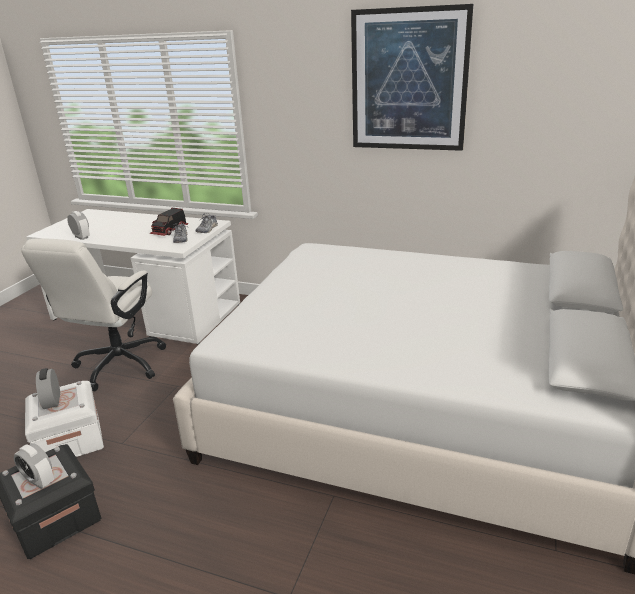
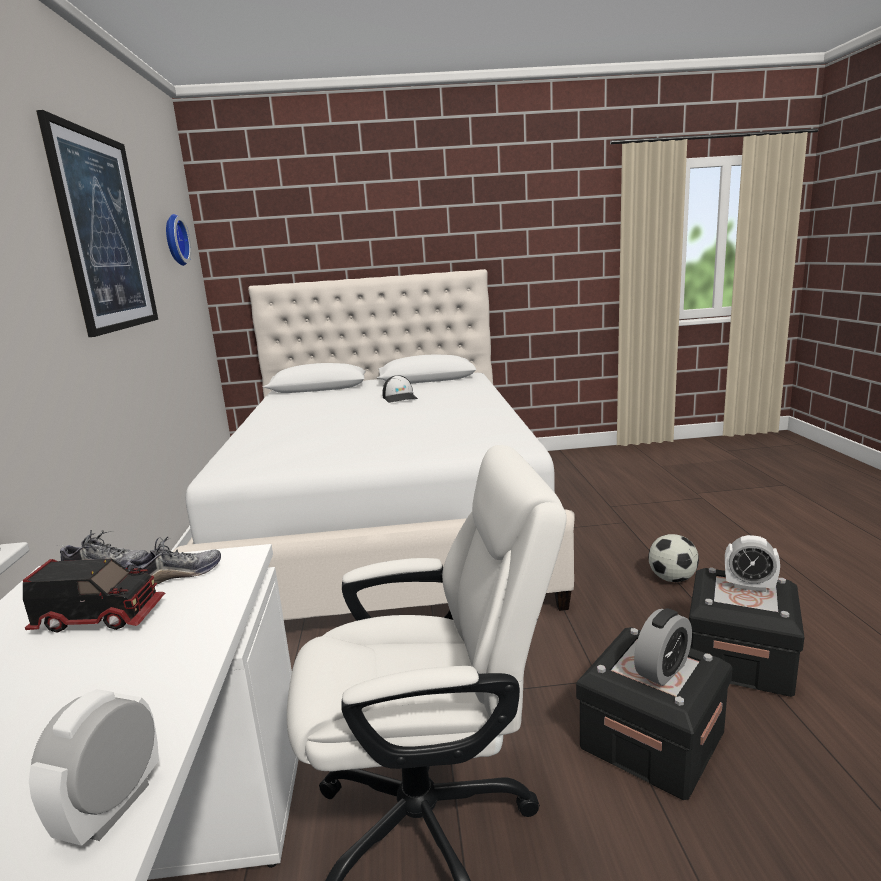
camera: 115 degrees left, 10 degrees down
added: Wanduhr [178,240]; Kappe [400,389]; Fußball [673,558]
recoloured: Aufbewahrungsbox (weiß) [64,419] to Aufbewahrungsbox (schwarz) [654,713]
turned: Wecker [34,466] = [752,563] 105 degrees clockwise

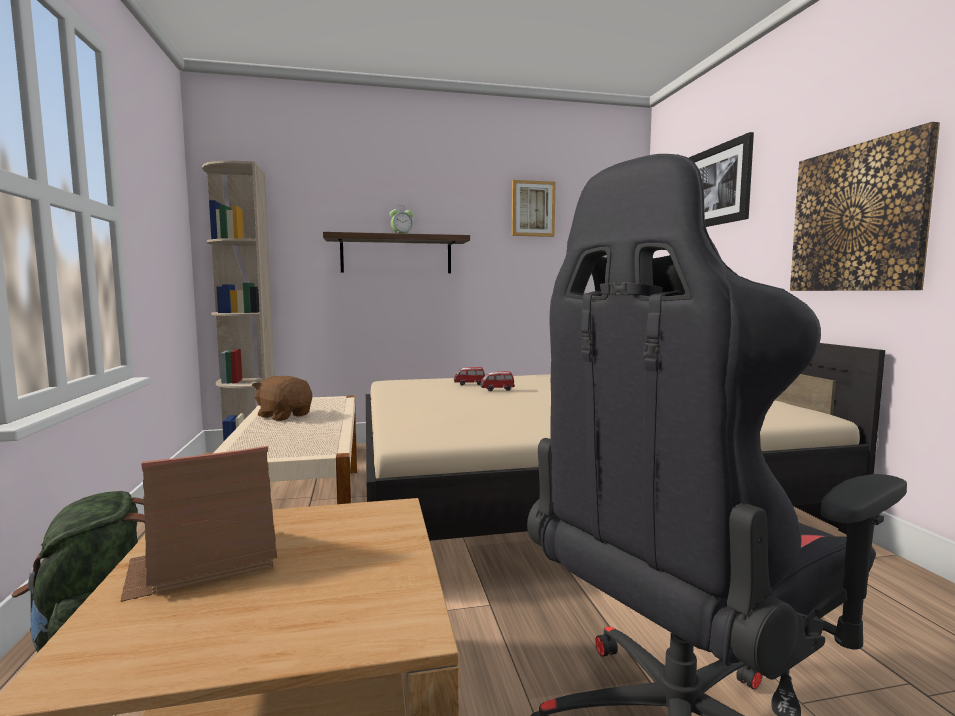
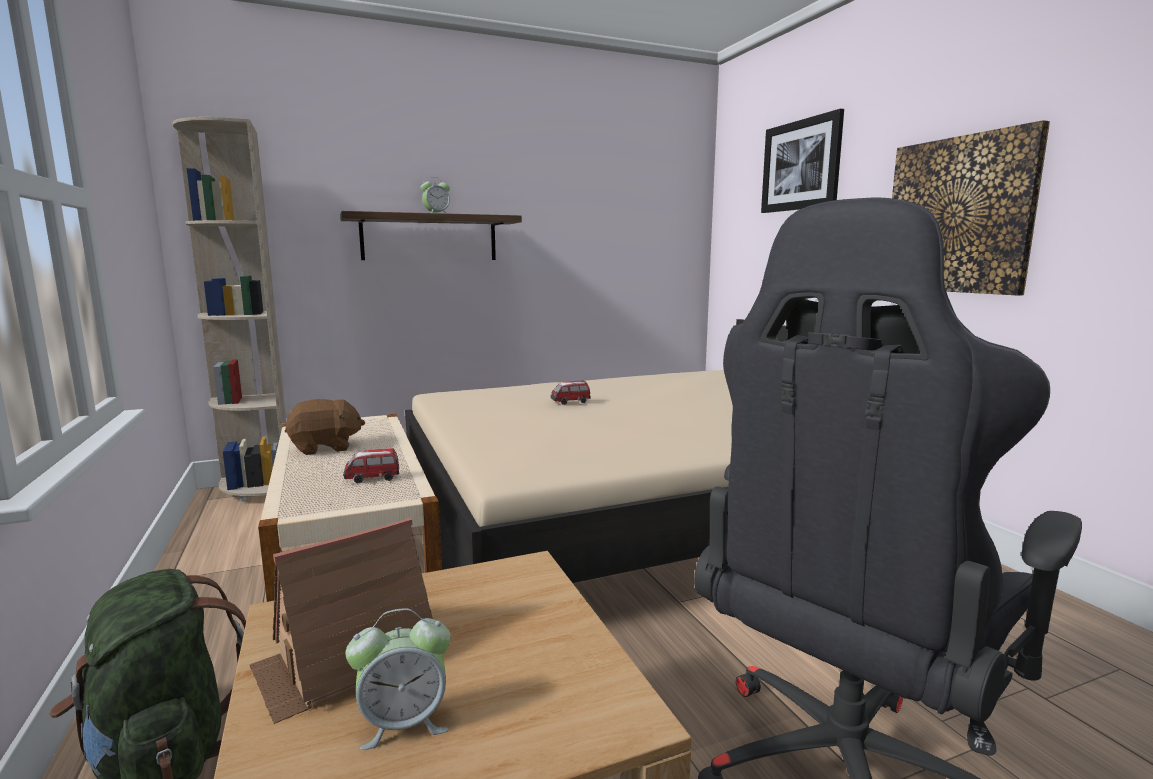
camera: 10 degrees left, 5 degrees up
removed: Bild [534,208]
added: Wecker [398,679]
moved: Spielzeugauto [469,376] to [371,465]
turned: Plüschtier (braun) [282,398] = [325,427] 135 degrees clockwise

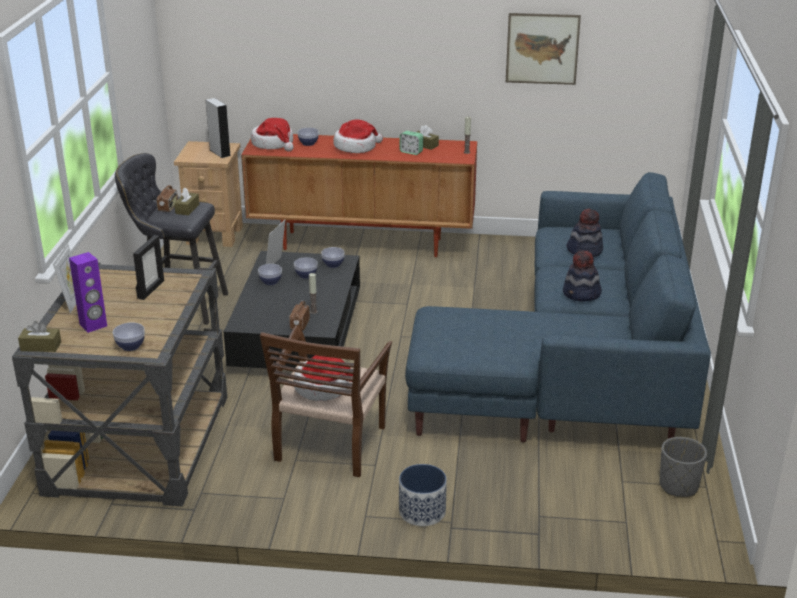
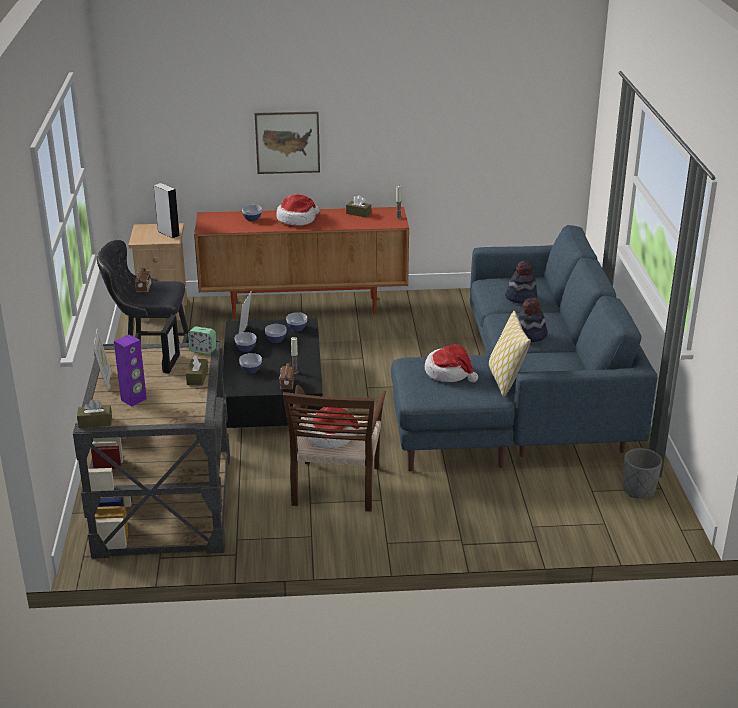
camera: 10 degrees left, 0 degrees up
removed: Pflanzkübel [423,495]
added: Kissen [510,354]
moved: Taschentuchbox (braun) [186,201] to [197,370]; Wecker [411,143] to [202,340]; Schüssel [129,337] to [250,363]; Bild [543,49] to [287,143]; Hut [272,135] to [451,364]

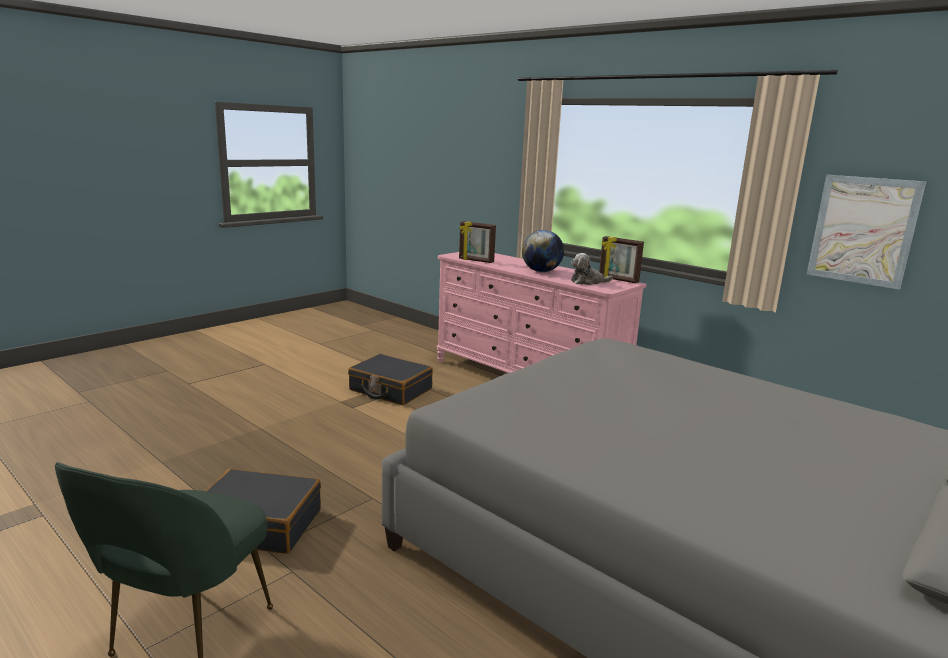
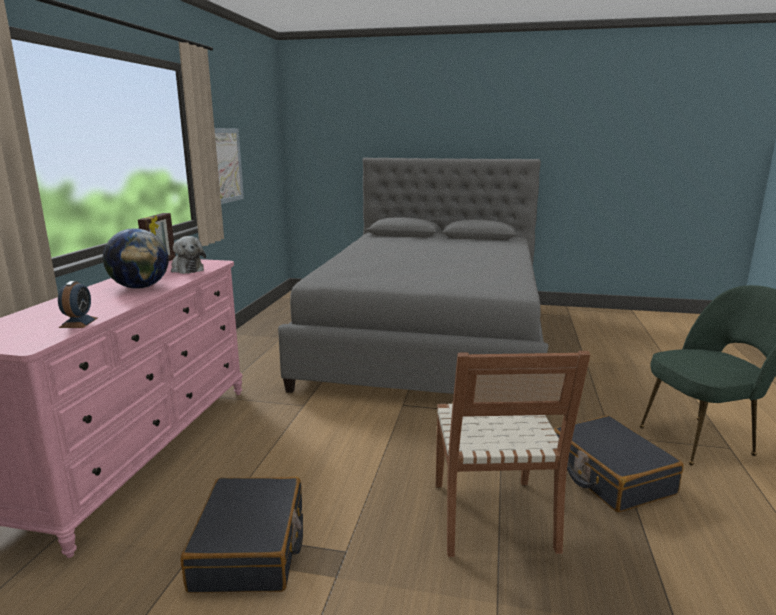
camera: 120 degrees left, 0 degrees up
added: Stuhl [513,454]
replaced: Bilderrahmen [477,242] to Wecker [78,304]

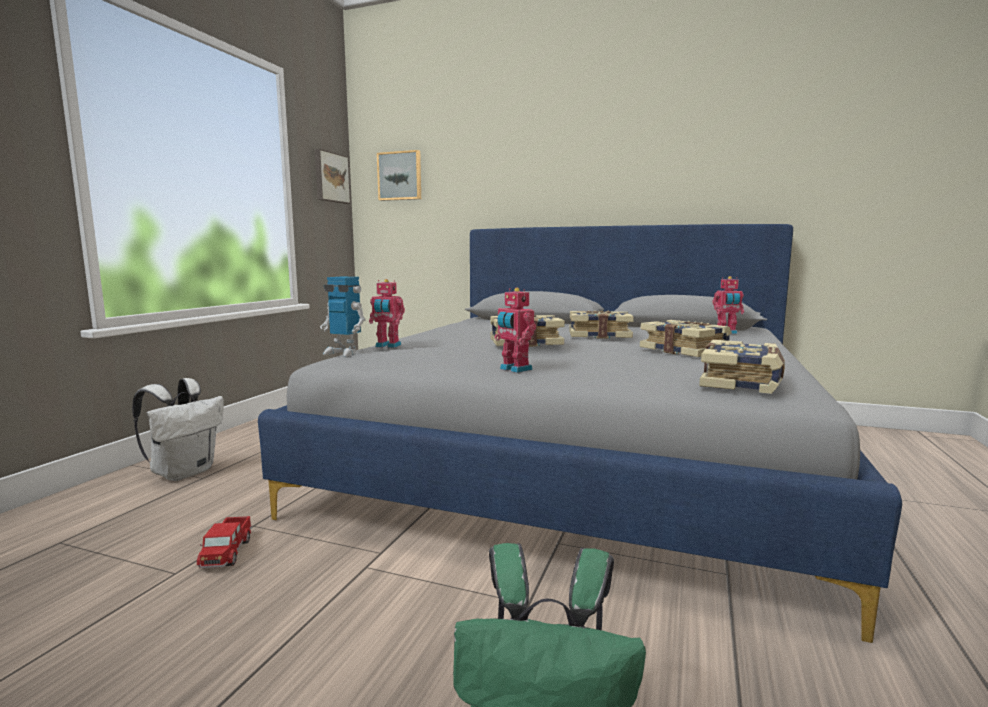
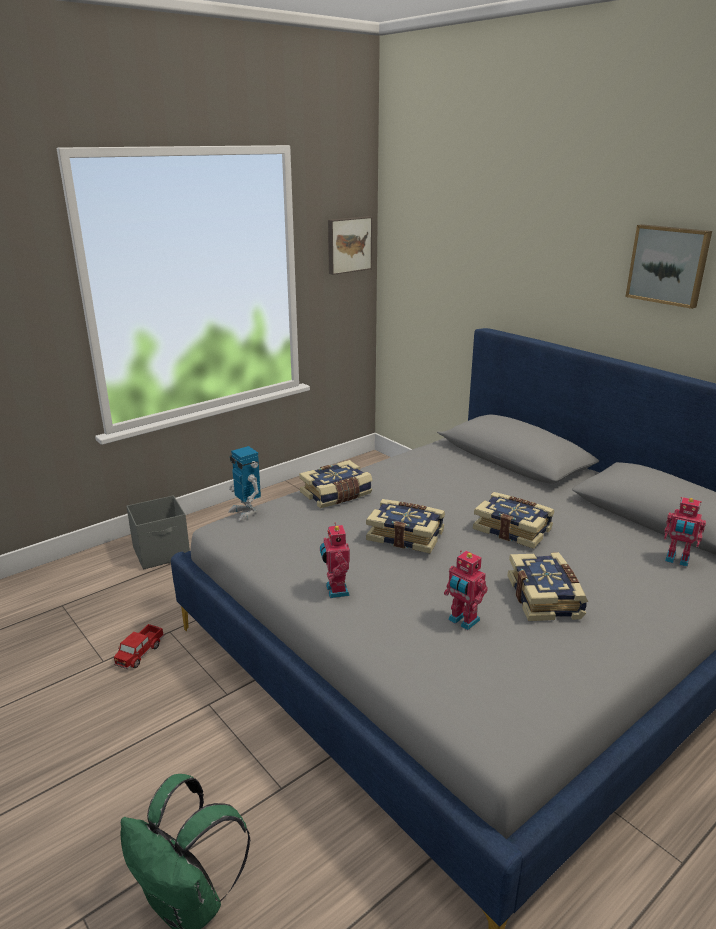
camera: 30 degrees right, 15 degrees up
moved: Buch [742,367] to [335,484]; Spielzeugroboter [387,313] to [466,590]; Bild [399,175] to [668,266]
replaced: Rucksack (weiß) [178,429] to Aufbewahrungsbox (grau) [158,532]

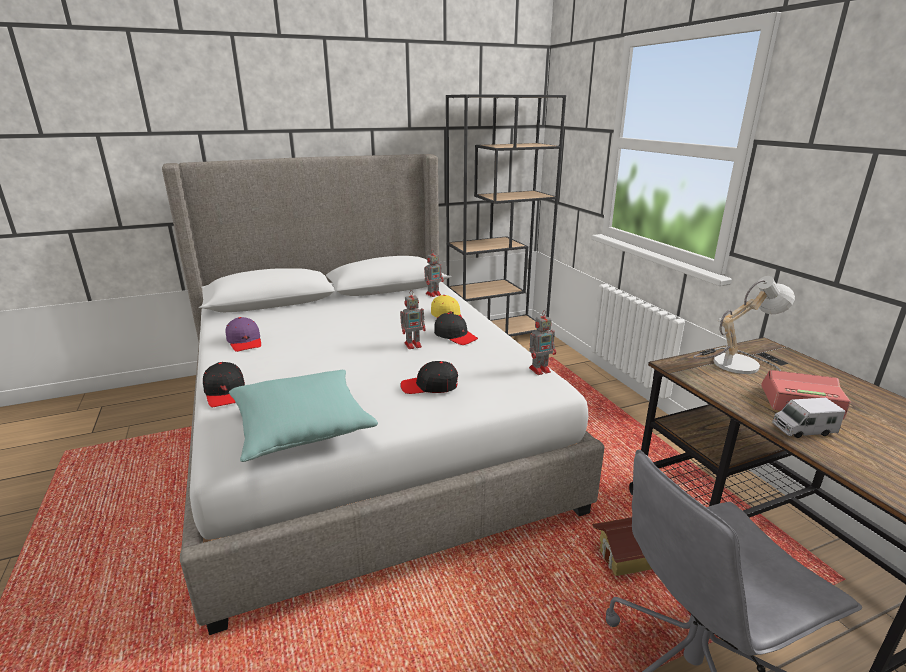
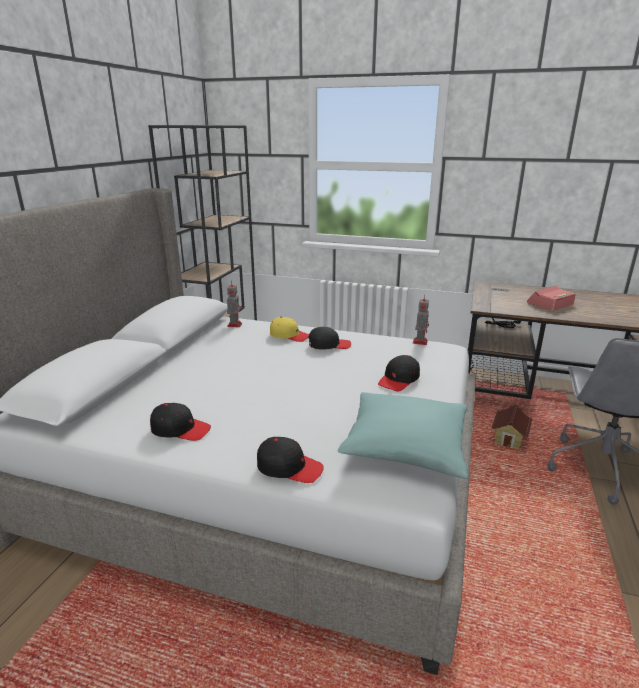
camera: 50 degrees left, 0 degrees up
removed: Spielzeugroboter [413,321]; Tischlampe [744,325]; Spielzeuglaster [808,418]
recoloured: Kappe (lila) [243,334] to Kappe (schwarz) [180,422]

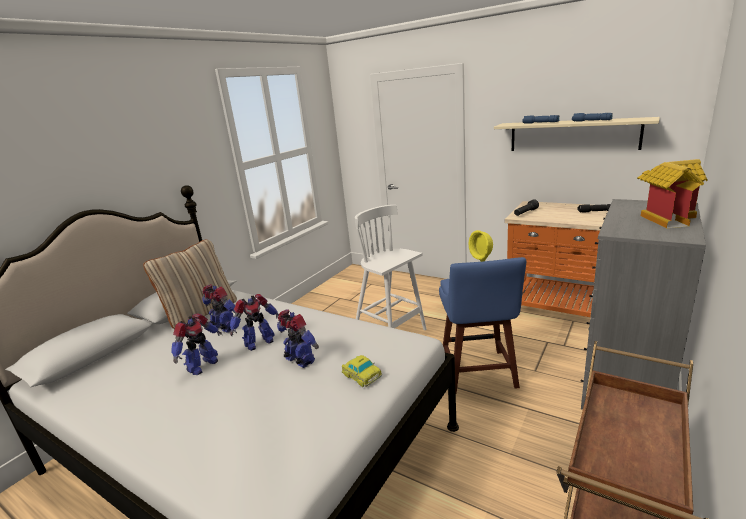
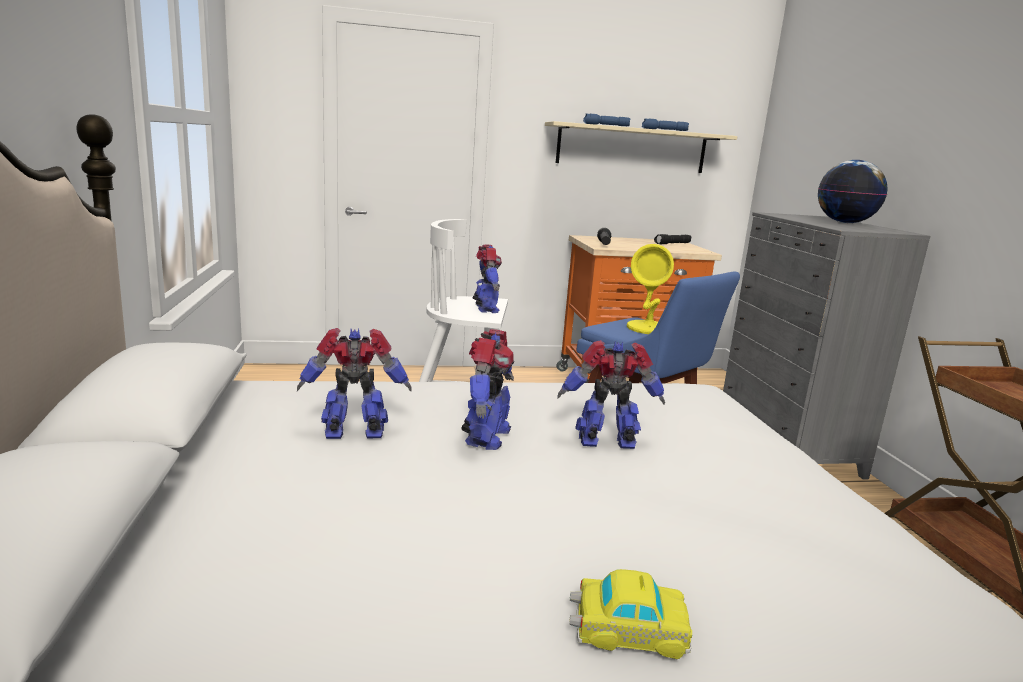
camera: 45 degrees left, 5 degrees down
removed: Kissen (beige) [190,284]
moved: Spielzeugroboter [196,344] to [487,278]; Spielzeugauto [362,371] to [630,614]
replaced: Spielzeughaus [672,193] to Globus [853,191]

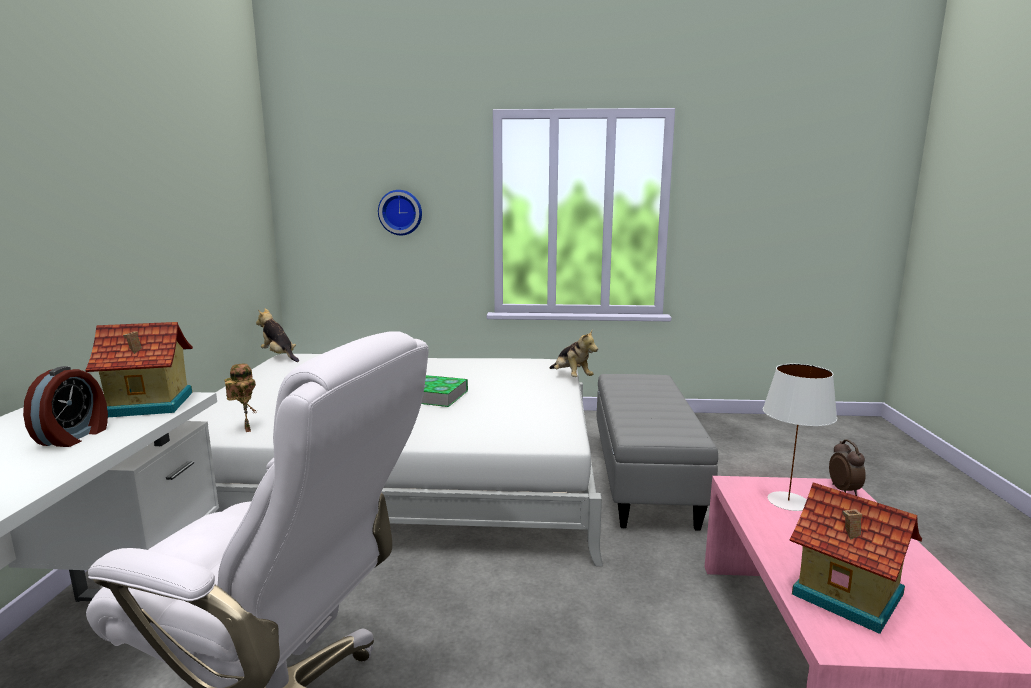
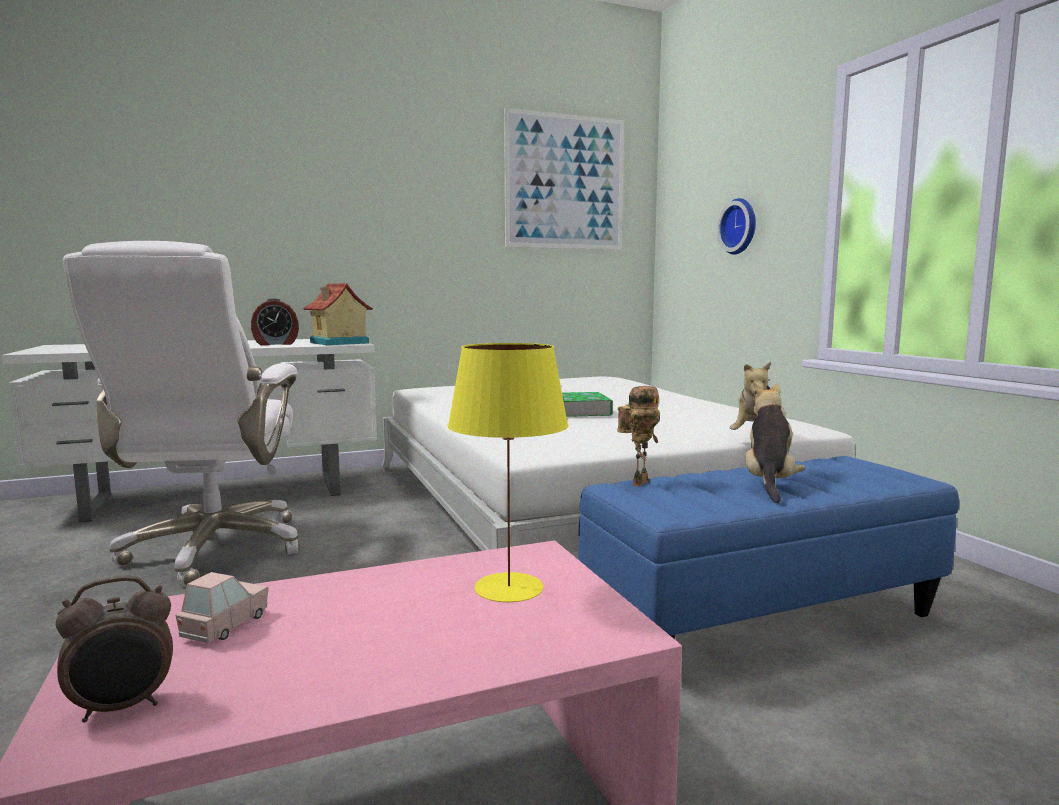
camera: 65 degrees right, 5 degrees down
added: Bild [564,179]
moved: Wecker [847,467] to [114,649]; Spielzeugroboter [240,398] to [638,436]; Plüschtier [277,335] to [775,442]
replaced: Spielzeughaus [856,558] to Spielzeugauto (rosa) [222,607]
recoloured: Tischlampe (weiß) [800,437] to Tischlampe (gelb) [508,472]; Polsterhocker (grau) [657,452] to Polsterhocker (blau) [768,547]

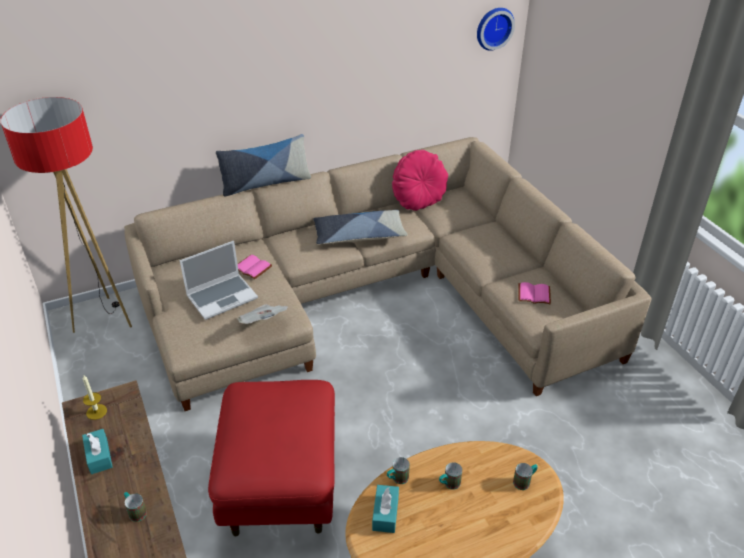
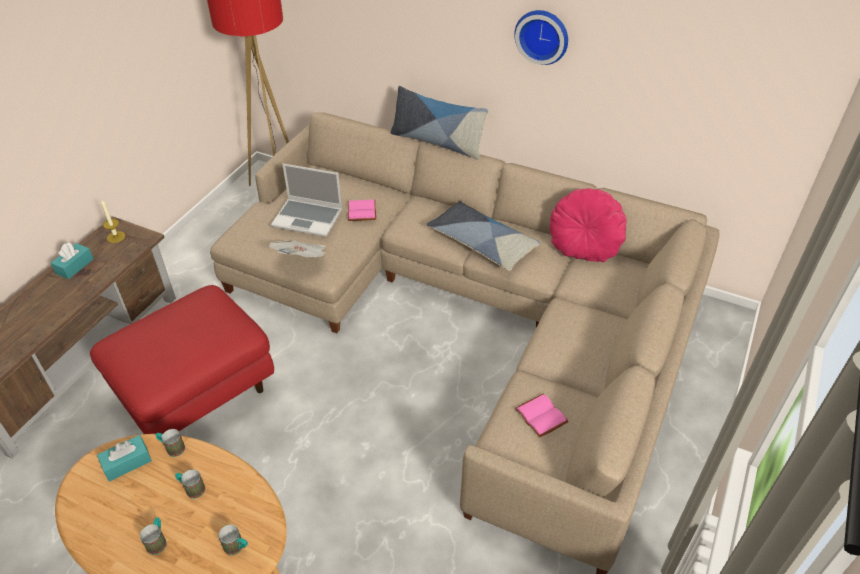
camera: 50 degrees right, 5 degrees up
moved: Henkelbecher [135,507] to [153,536]; Wanduhr [496,29] to [541,37]

